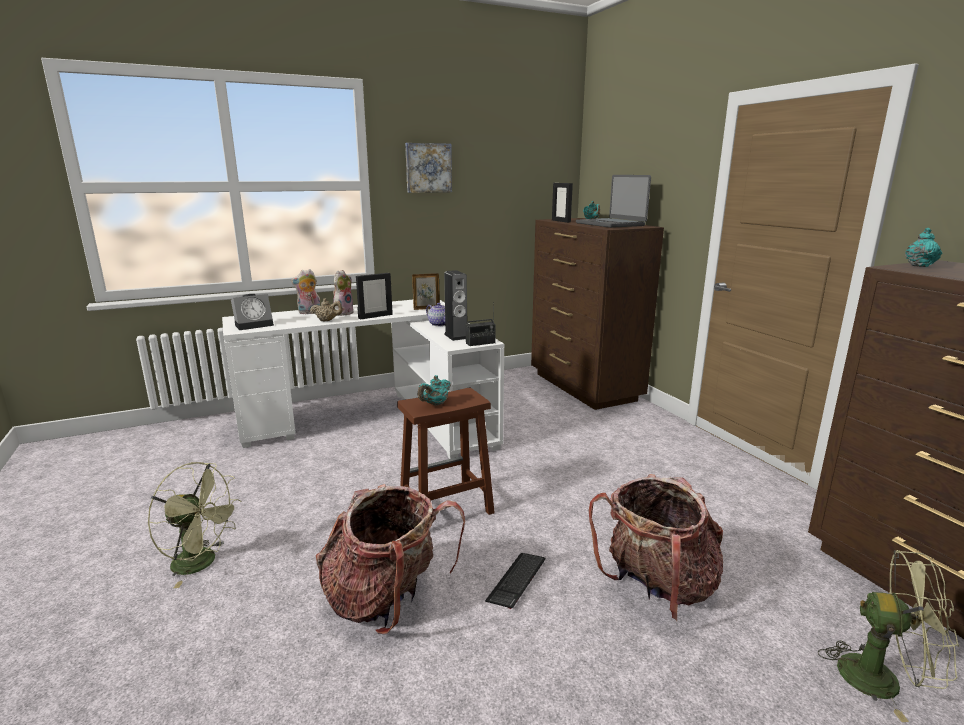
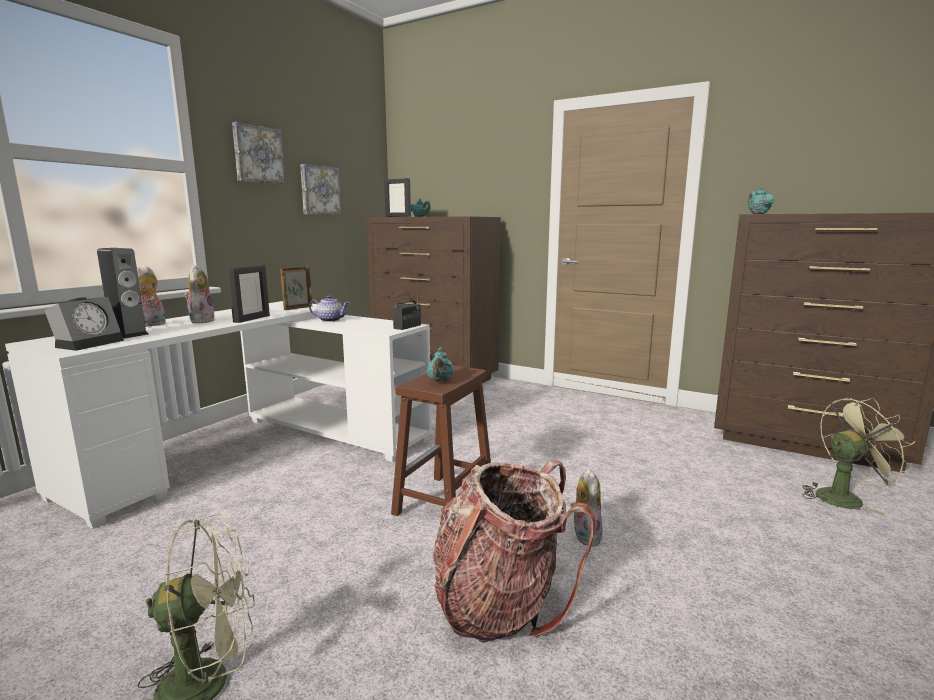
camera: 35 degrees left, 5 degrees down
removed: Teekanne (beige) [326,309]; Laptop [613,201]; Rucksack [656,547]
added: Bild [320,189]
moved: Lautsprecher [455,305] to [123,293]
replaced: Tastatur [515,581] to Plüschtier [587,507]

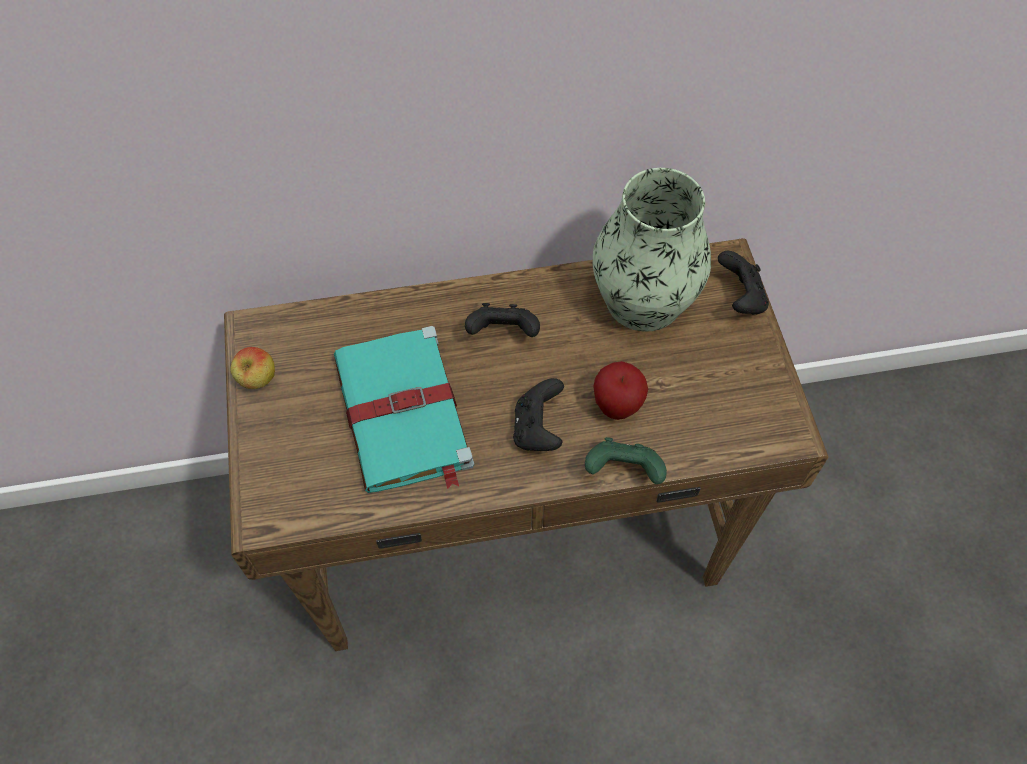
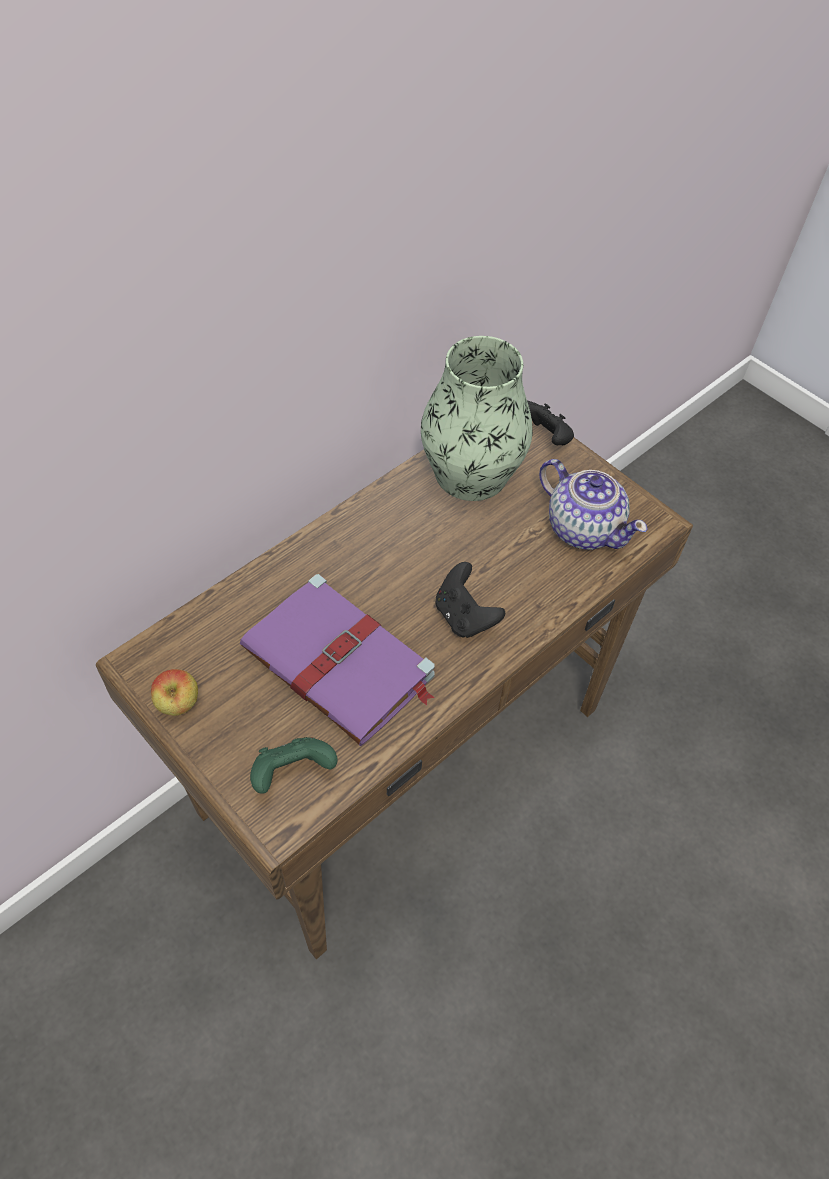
camera: 35 degrees left, 5 degrees down
removed: Gamepad (schwarz) [502,320]; Apfel [620,390]
added: Teekanne [593,504]
moved: Gamepad (grün) [626,460] to [294,765]
recoloured: Buch (türkis) [404,409] to Buch (lila) [337,660]

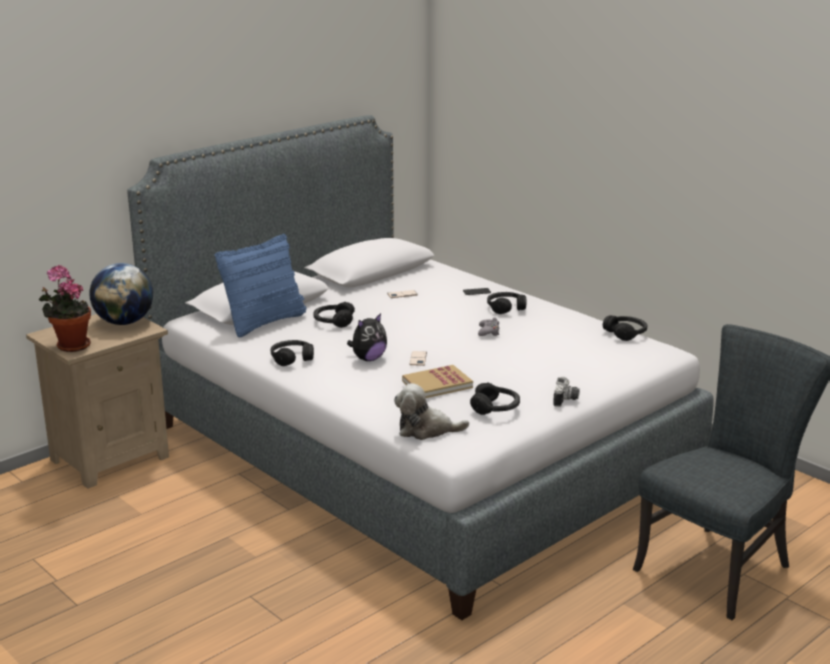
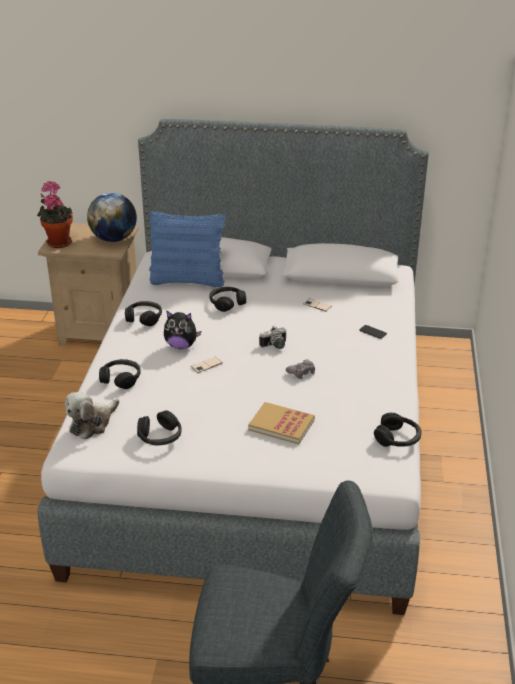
camera: 50 degrees right, 10 degrees up
moved: Kopfhörer (schwarz) [507,303] to [120,374]; Buch [437,381] to [281,423]; Kamera [566,392] to [273,337]
turned: Plüschtier [431,411] = [92,416] 105 degrees counterclockwise

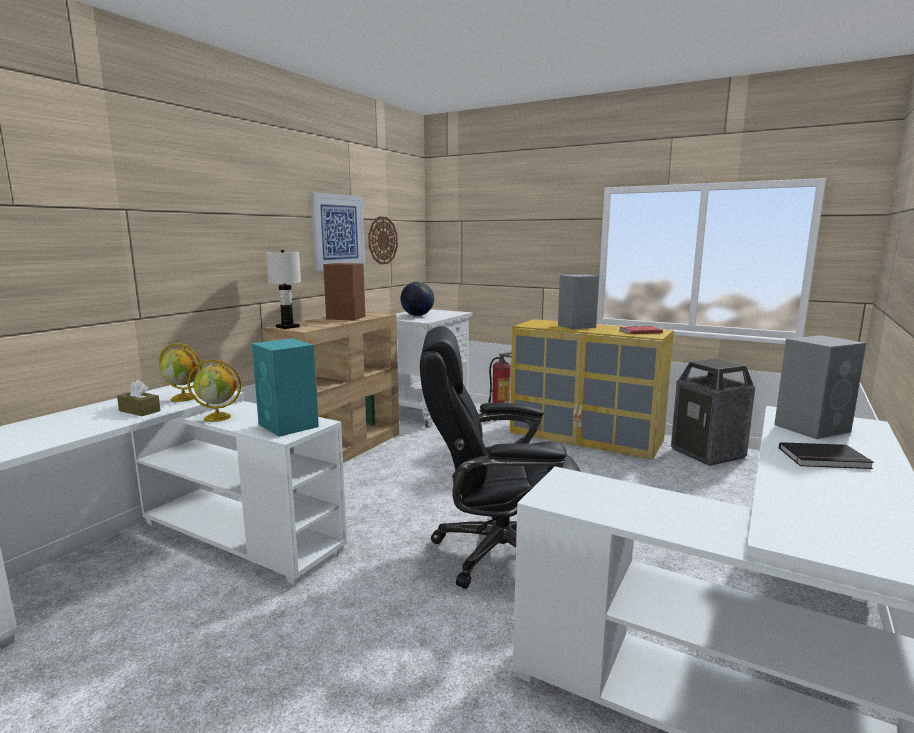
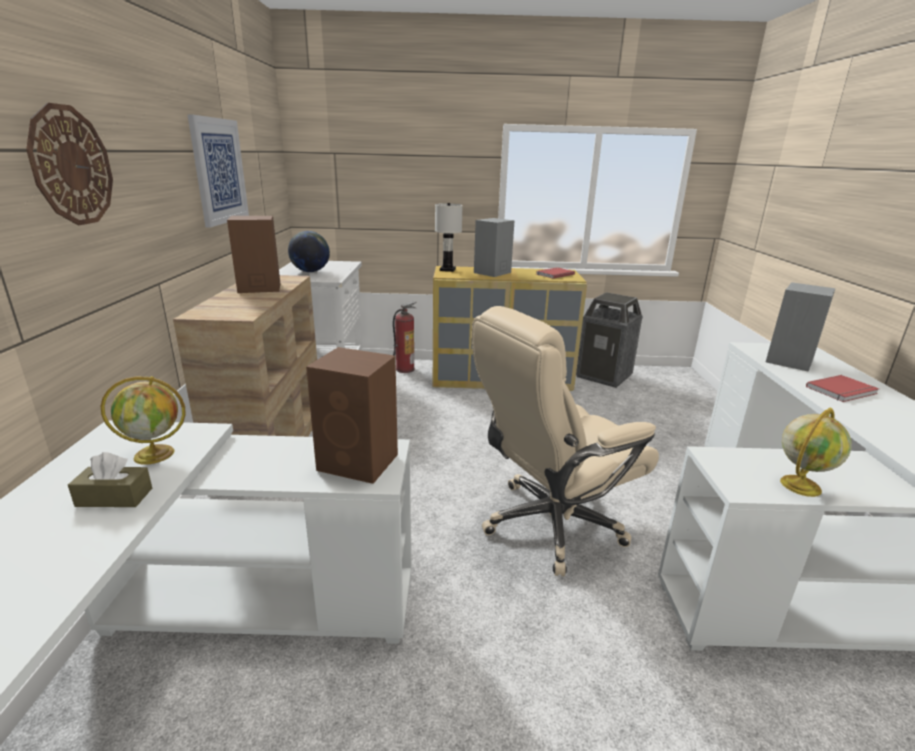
camera: 30 degrees left, 10 degrees up
moved: Wanduhr [383,240] to [69,164]; Tischlampe (weiß) [283,289] to [449,237]; Globus [214,391] to [816,452]
recoloured: Lautsprecher (türkis) [285,387] to Lautsprecher (braun) [352,415]; Bürostuhl (schwarz) [500,457] to Bürostuhl (beige) [565,441]; Buch (schwarz) [826,455] to Buch (rot) [842,388]

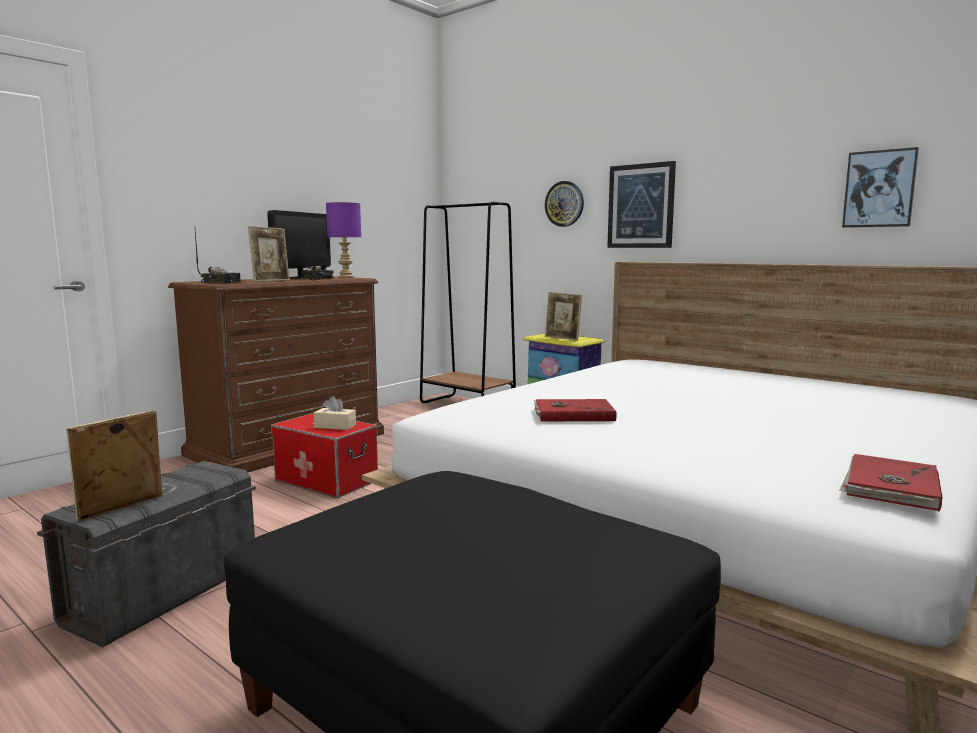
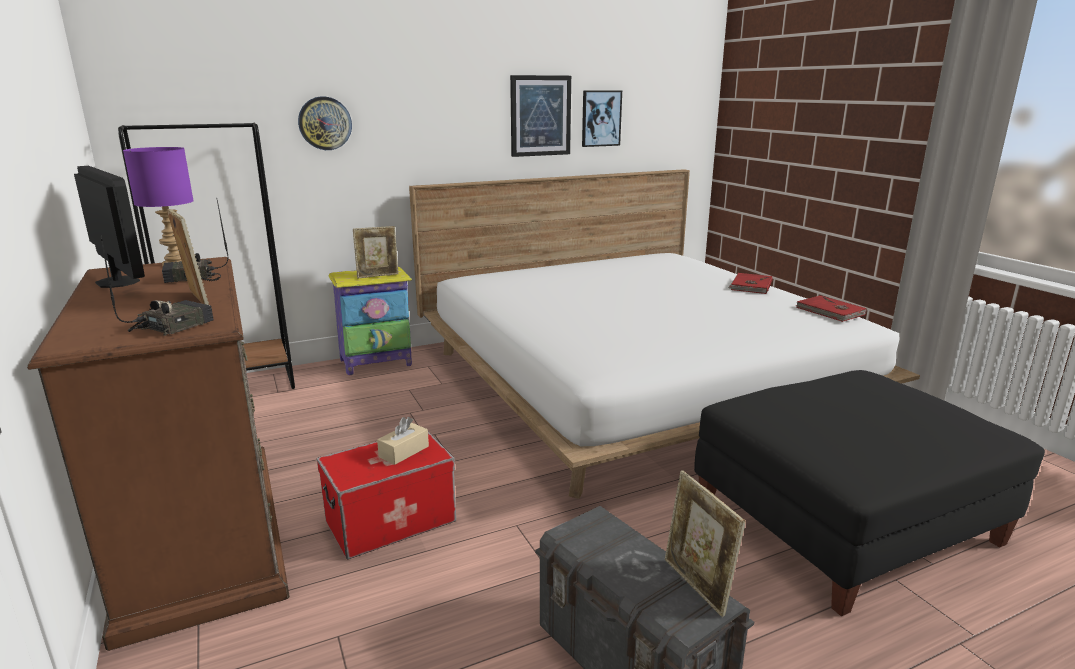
camera: 65 degrees left, 10 degrees up
moved: Bild [641,204] to [540,116]; Buch (rot) [575,410] to [750,283]

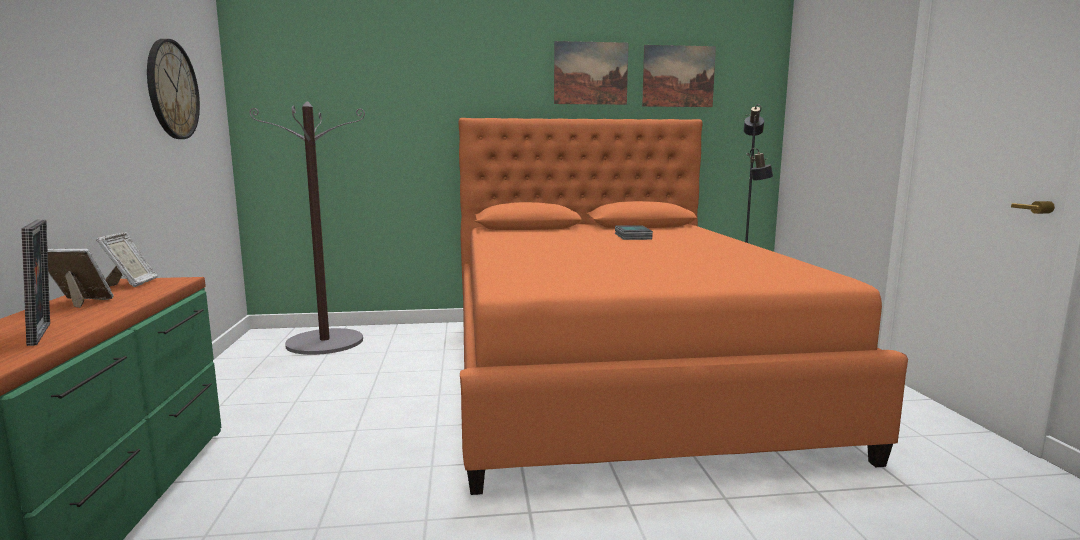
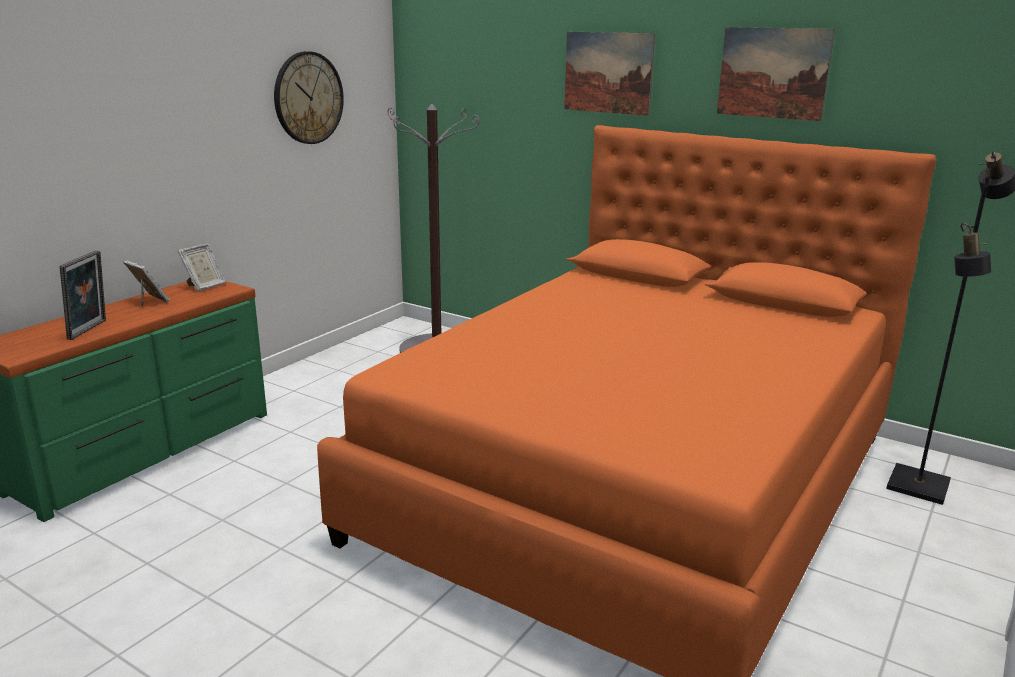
camera: 40 degrees right, 10 degrees up
removed: Buch [634,232]
moved: Bild [679,76] to [609,74]

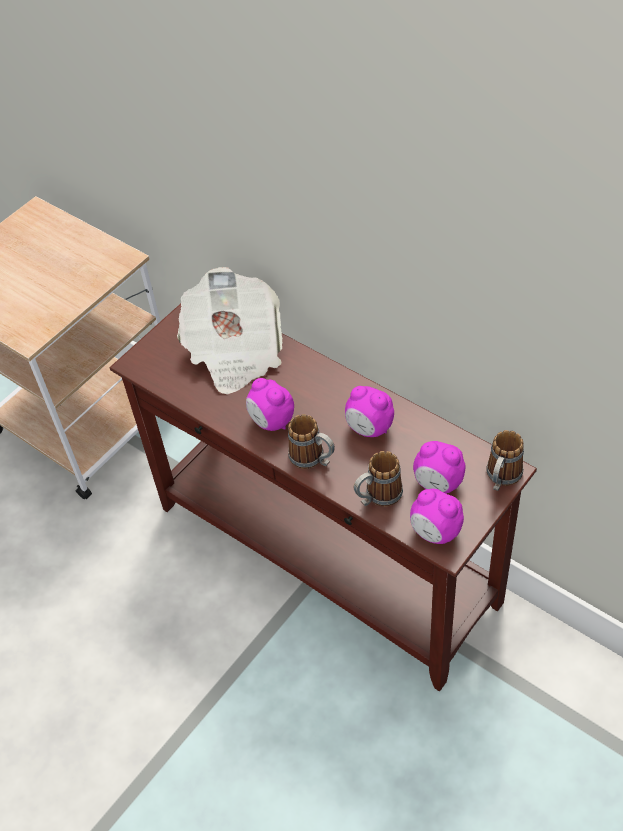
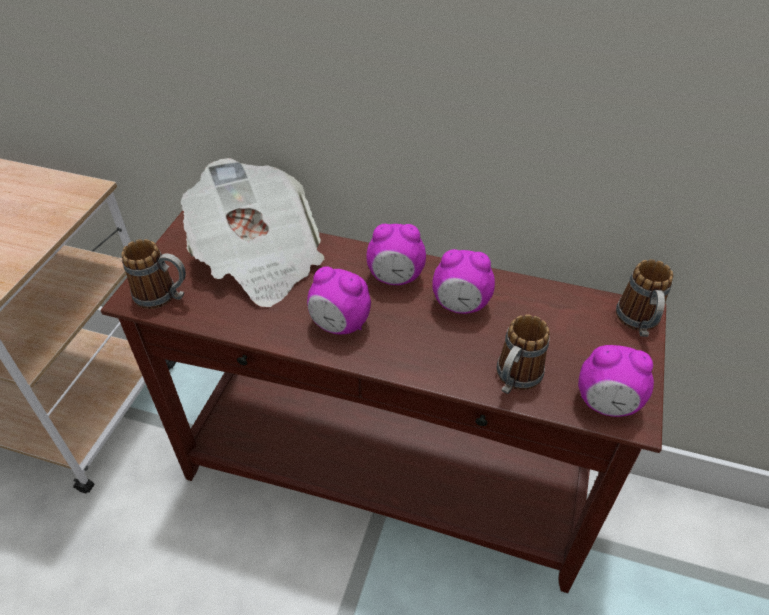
camera: 25 degrees left, 5 degrees down
moved: Henkelbecher [311,441] to [153,274]; Wecker [439,467] to [396,254]

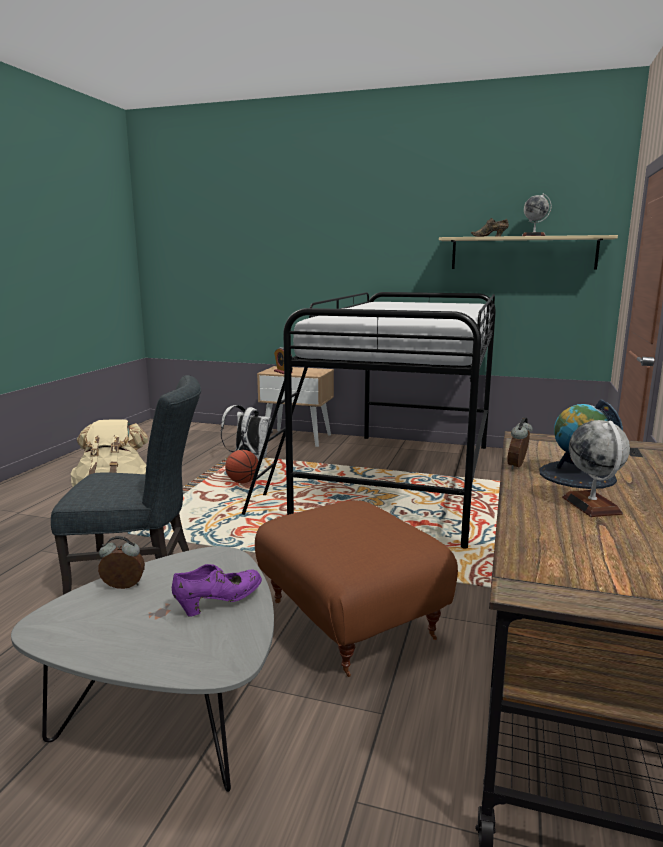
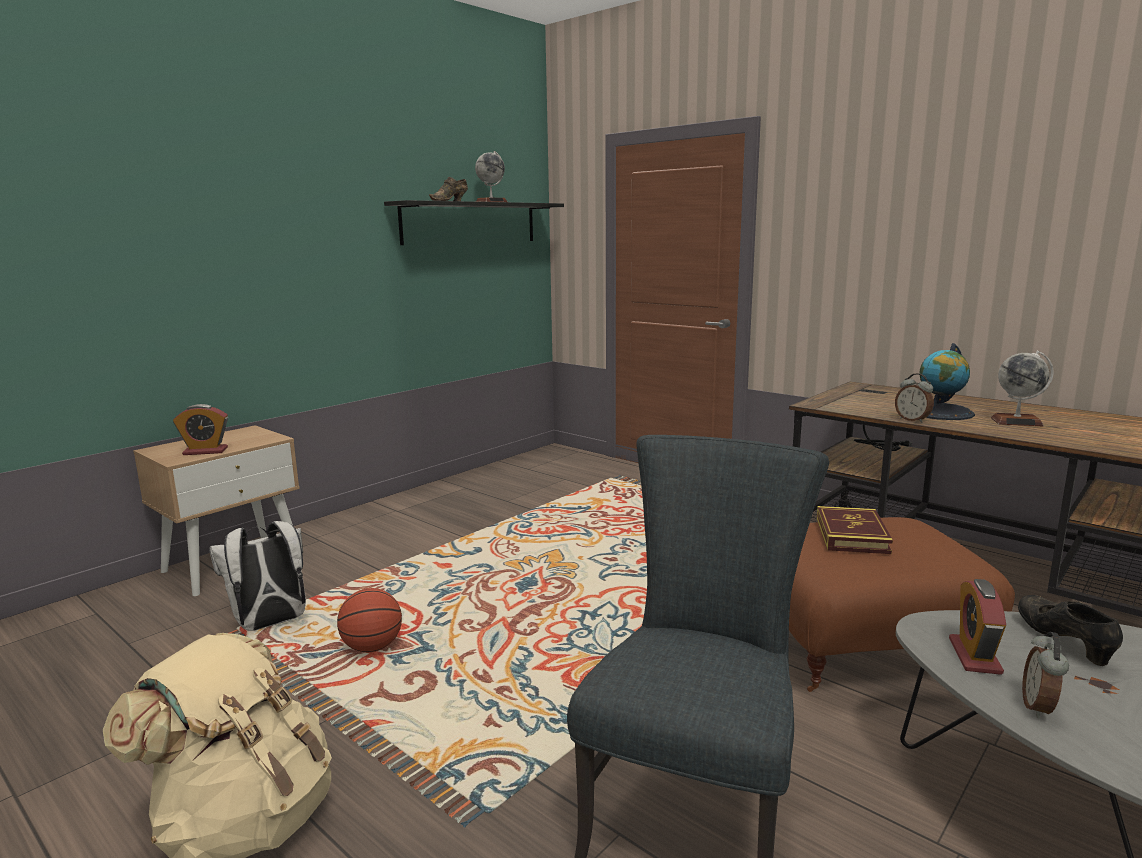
camera: 65 degrees left, 0 degrees up
removed: Bett (schwarz) [369,420]
added: Buch [855,530]; Wecker [977,627]
recoloured: Wandregal (beige) [528,252] to Wandregal (schwarz) [474,222]; Schuh (lila) [217,590] to Schuh (schwarz) [1070,630]

